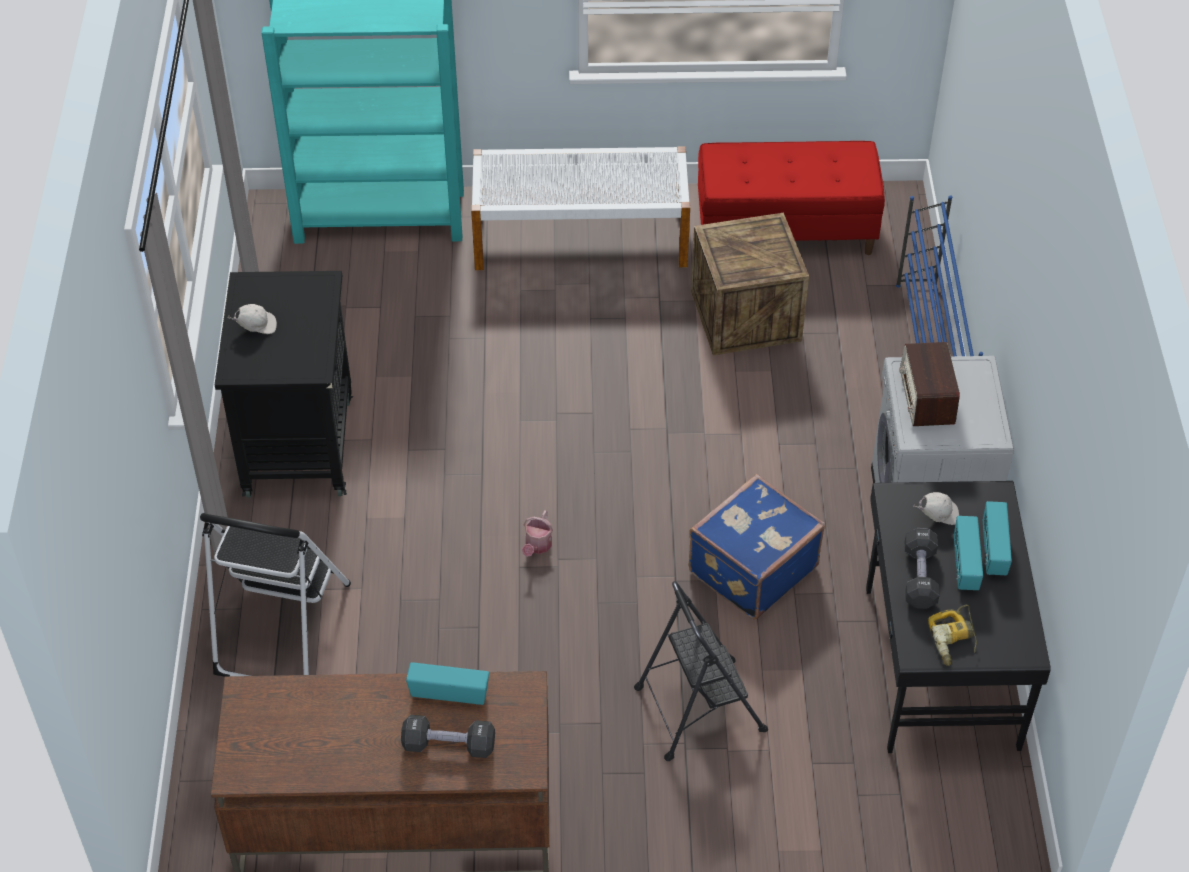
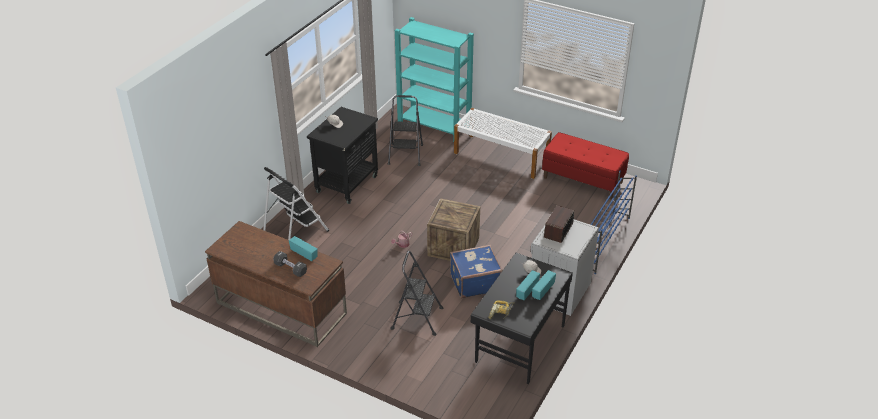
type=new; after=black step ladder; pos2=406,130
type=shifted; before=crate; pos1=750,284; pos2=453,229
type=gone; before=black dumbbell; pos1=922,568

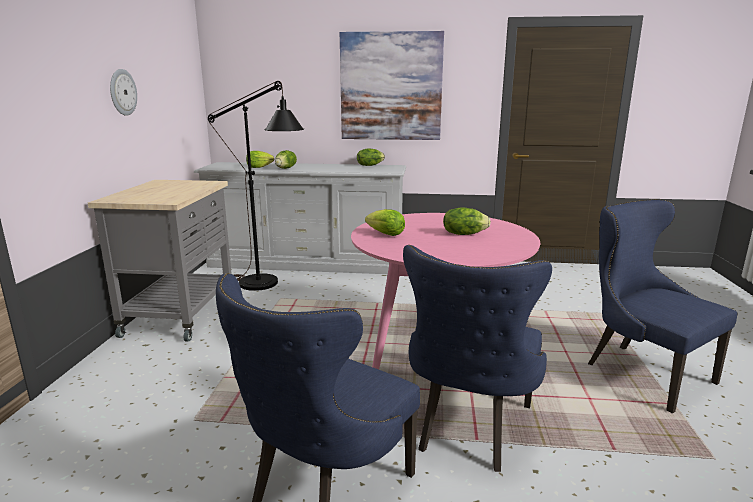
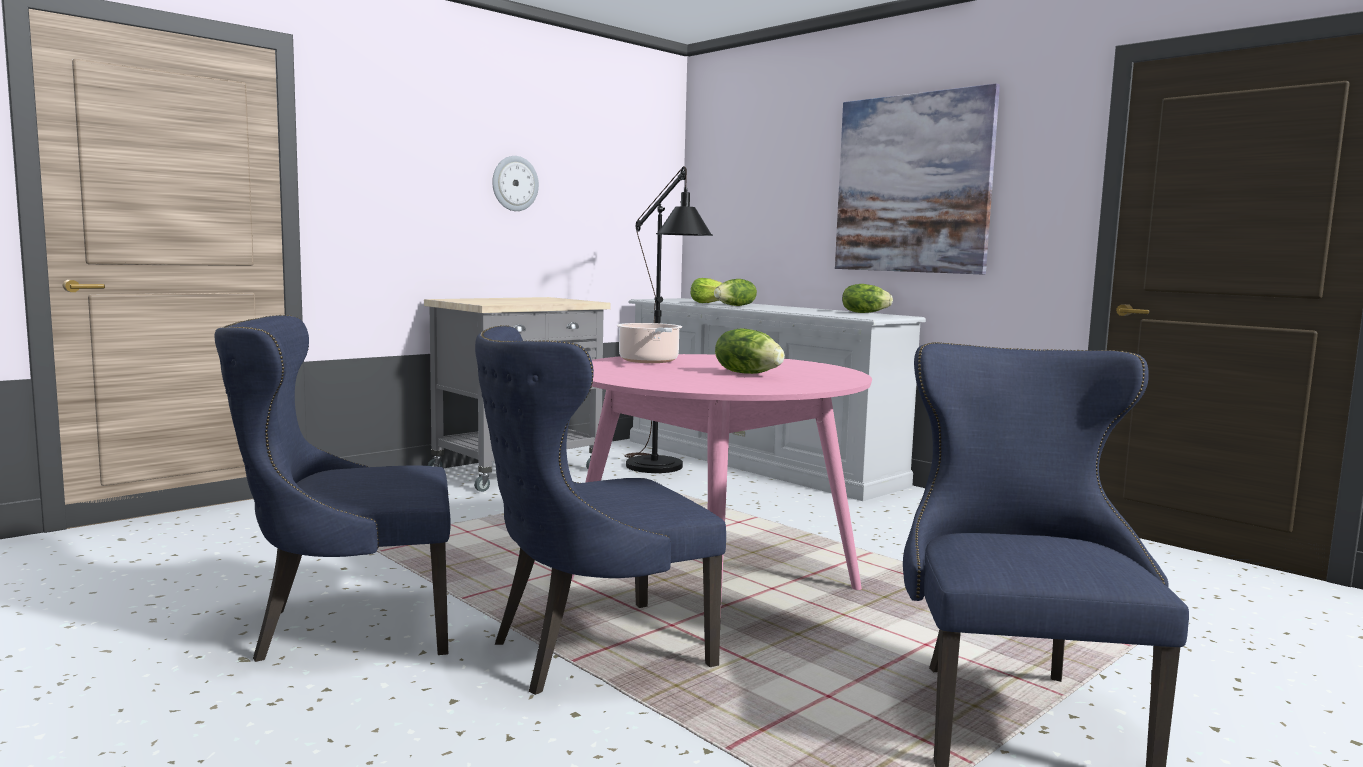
type=swapped; before=lettuce; after=cooking pot; pos1=385,222; pos2=649,343

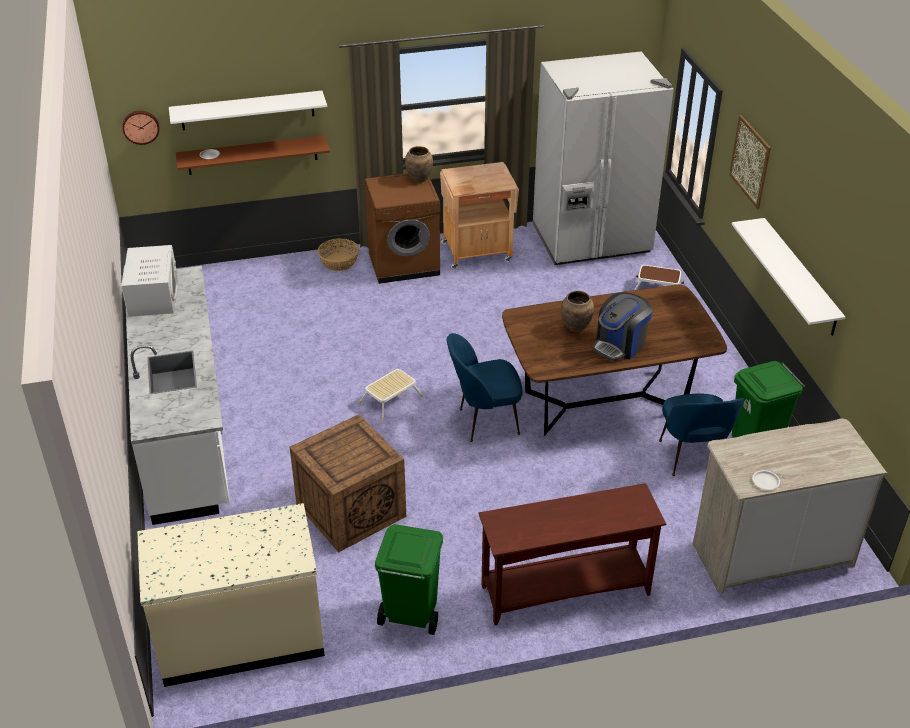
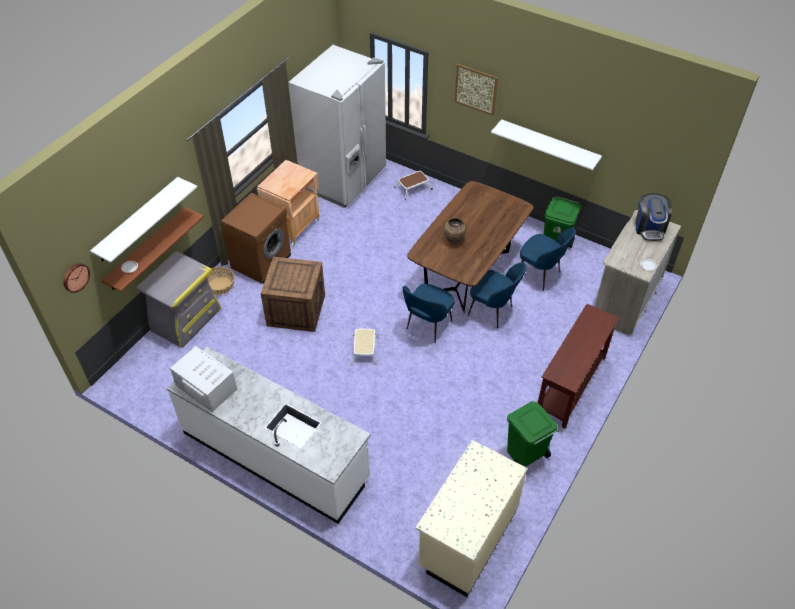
type=new; after=grey nightstand; pos2=178,299
type=shifted; before=crate; pos1=348,483; pos2=293,294
type=new; after=blue chair; pos2=497,295
type=shifted; before=coffee machine; pos1=623,326; pos2=653,217
type=gone; before=brown vase; pos1=419,164

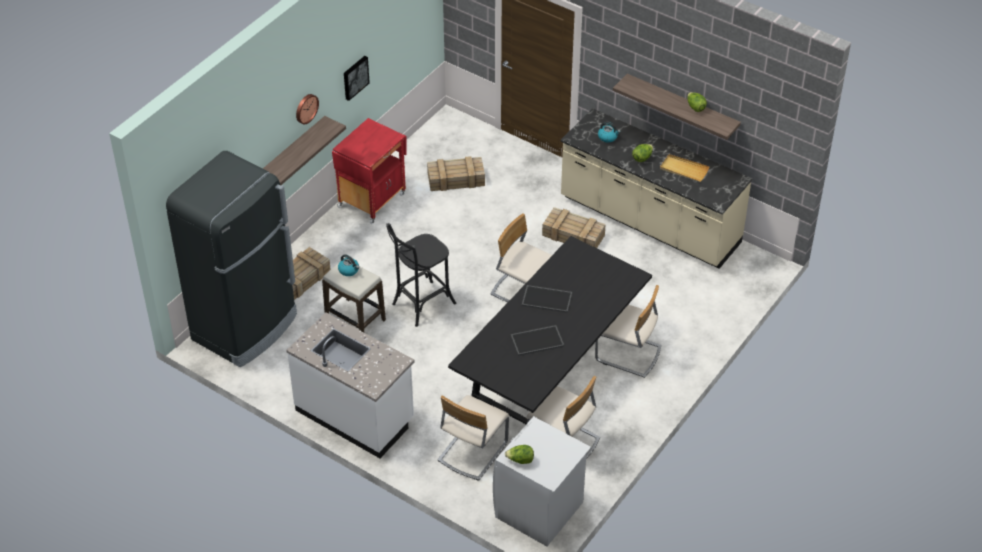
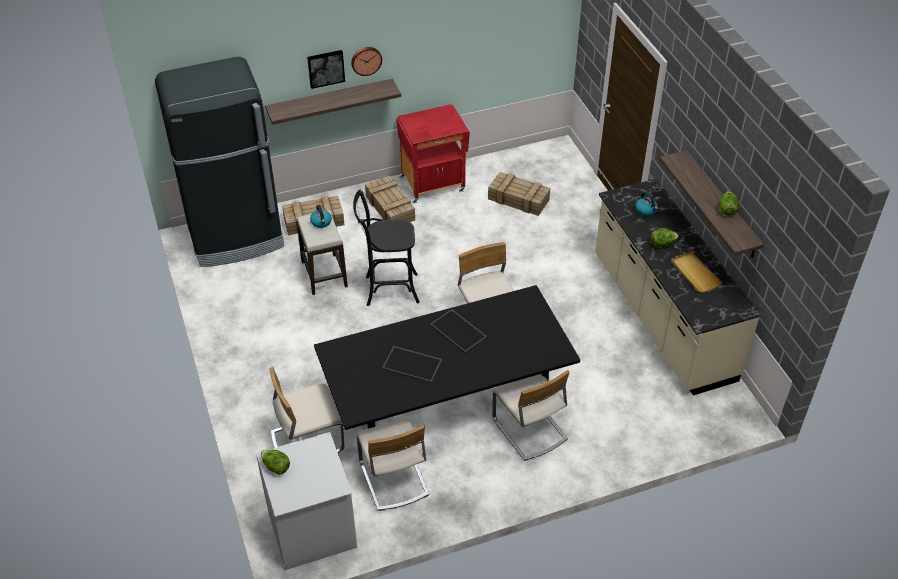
type=shifted; before=picture; pos1=357,78; pos2=326,69
type=shifted; before=crate; pos1=574,227; pos2=390,199
type=gone; before=white counter; pos1=350,385

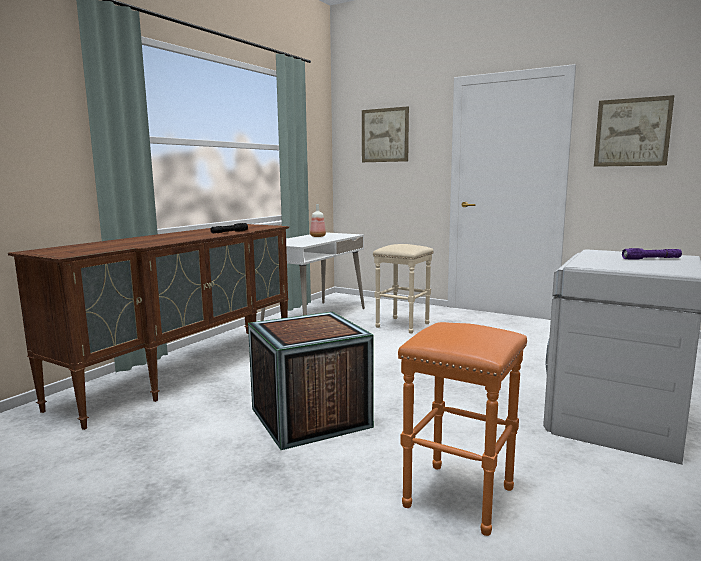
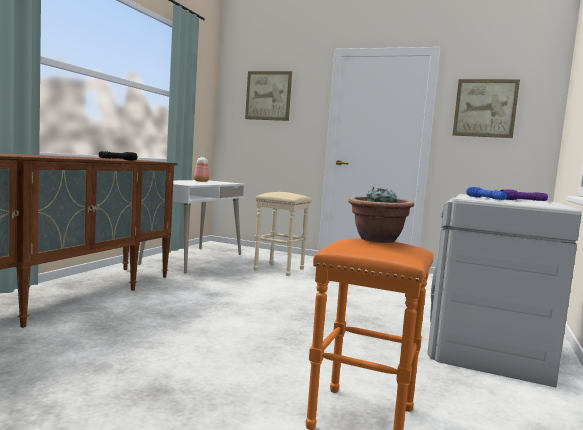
type=new; after=potted plant; pos2=381,215
type=new; after=blue flashlight; pos2=486,193
type=gone; before=crate; pos1=311,381

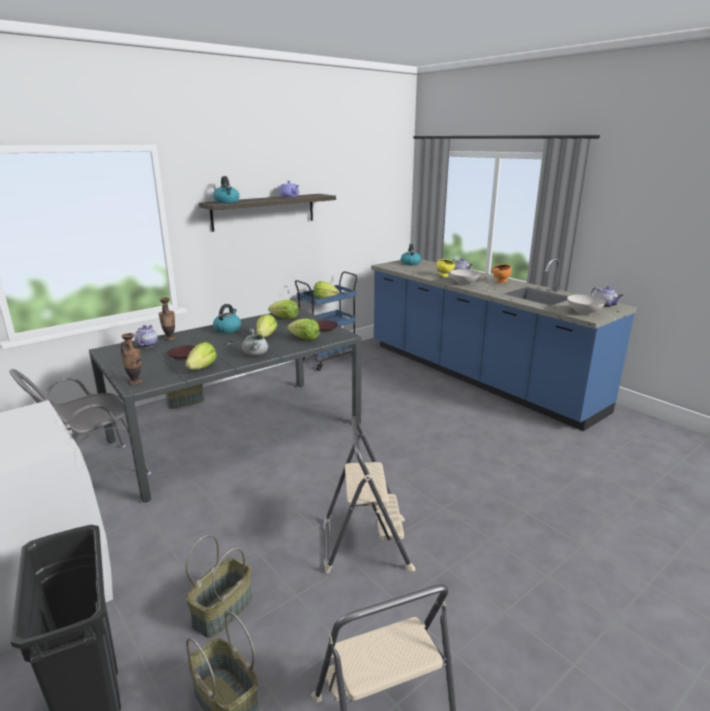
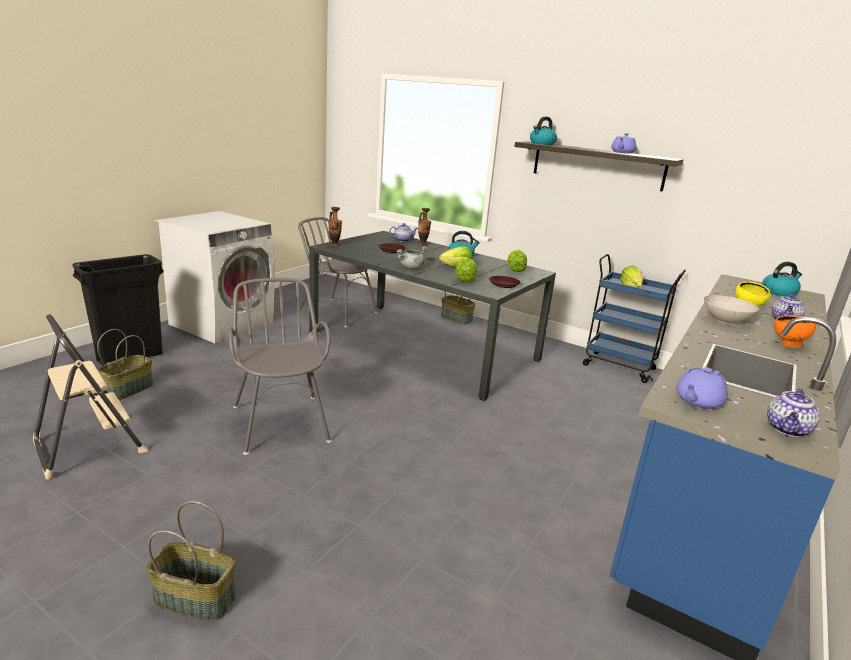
type=shifted; before=basket; pos1=219,586; pos2=191,561
type=swapped; before=beige step ladder; after=grey chair; pos1=370,495; pos2=280,366
type=swapped; before=white bowl; after=purple teapot; pos1=586,304; pos2=702,388
type=gone; before=lettuce; pos1=201,356

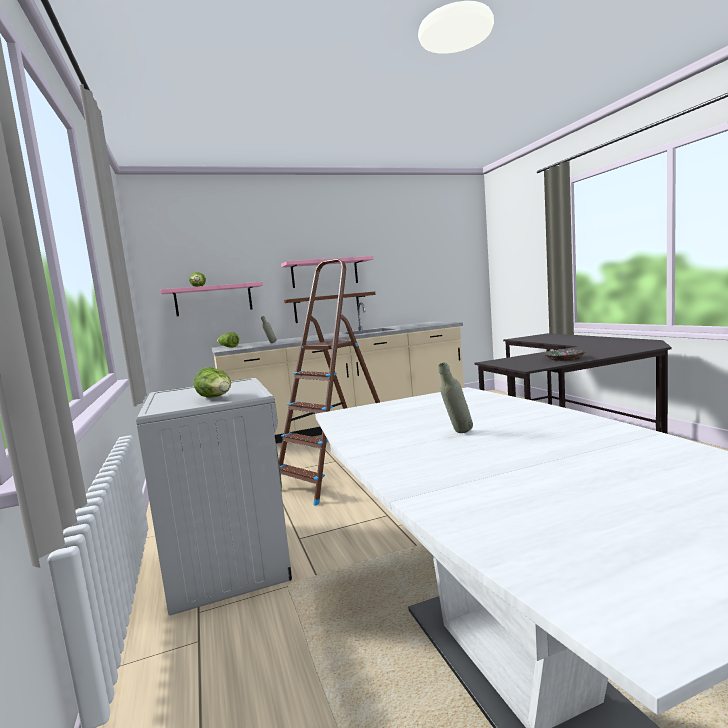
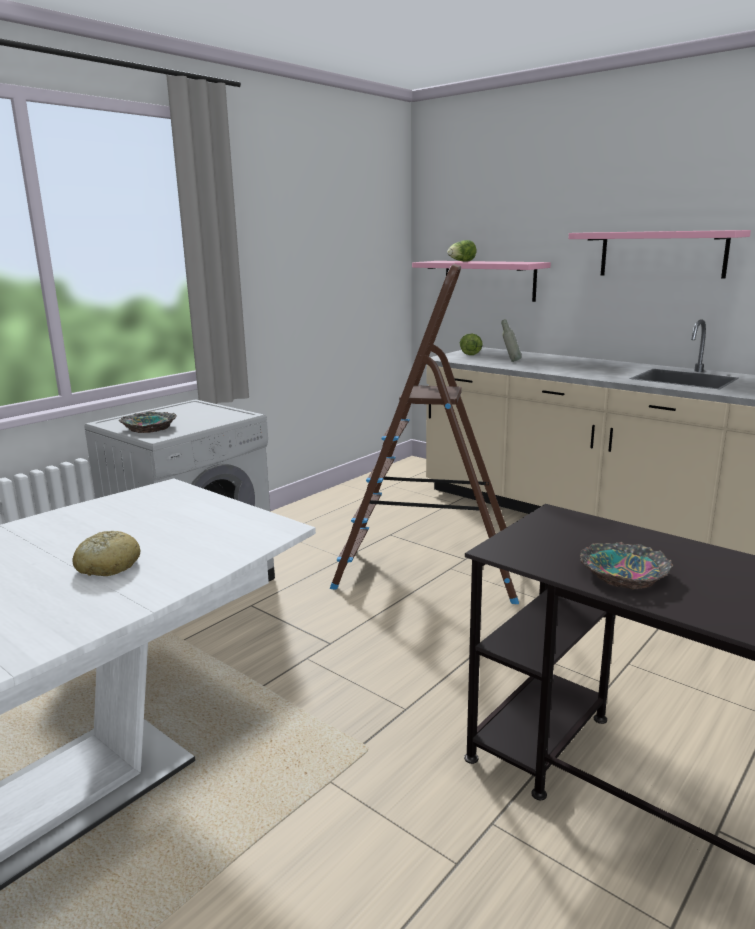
type=new; after=bread; pos2=106,553
type=swapped; before=lettuce; after=bowl; pos1=212,382; pos2=148,422
type=gone; before=brown shelf; pos1=330,307
type=gone; before=grey bottle; pos1=455,397

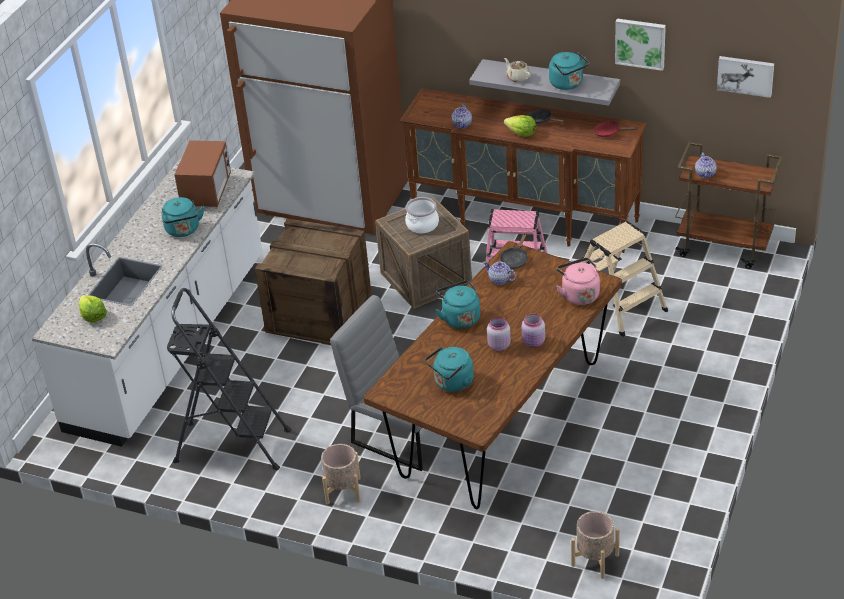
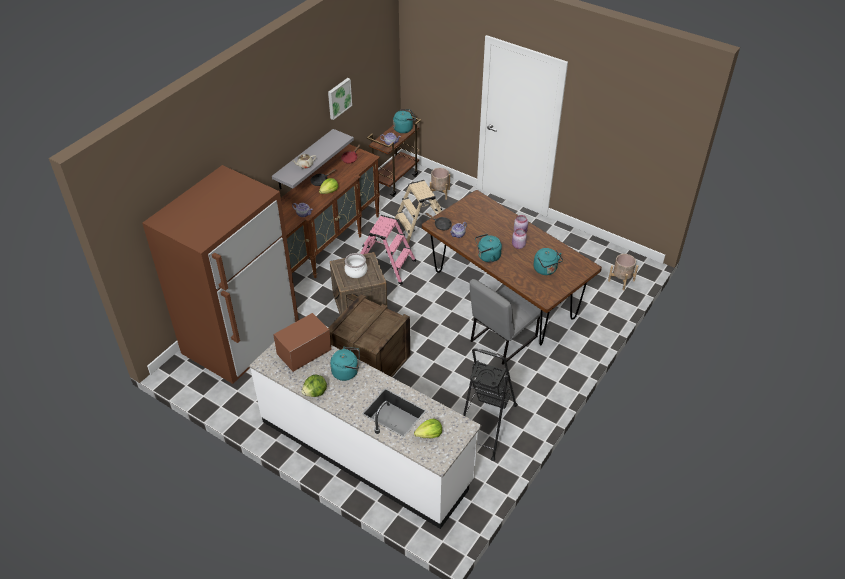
type=rotated; before=microwave; pos1=202,173; pos2=302,342; turn=-60
type=new; after=lettuce; pos2=314,386
type=shifted; before=turquoise kettle; pos1=569,71; pos2=404,121
type=shifted; before=beige planter; pos1=341,474; pos2=440,184
type=gone; before=pink kettle; pos1=578,281
type=gone; before=picture; pos1=745,77

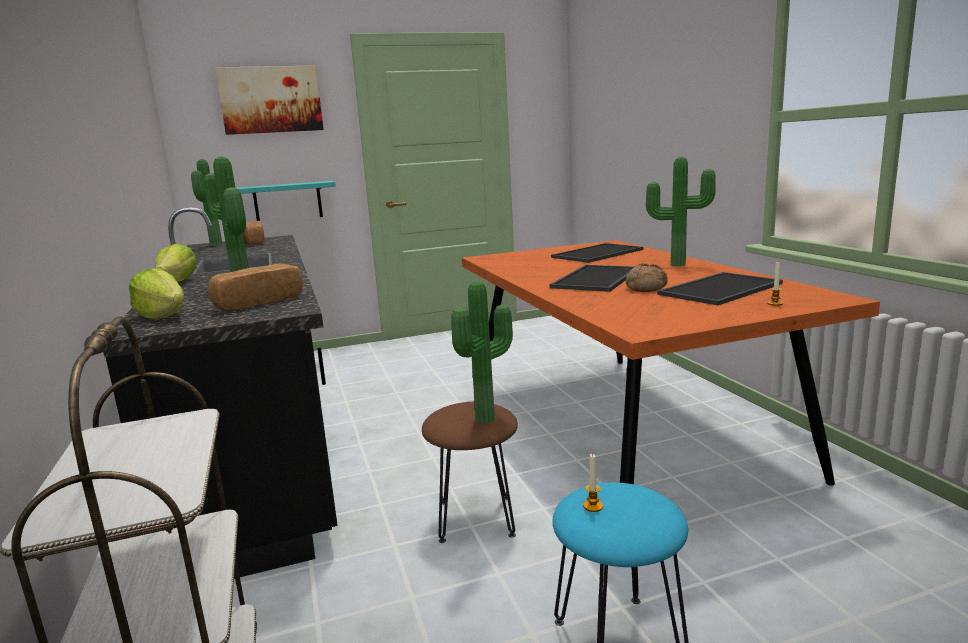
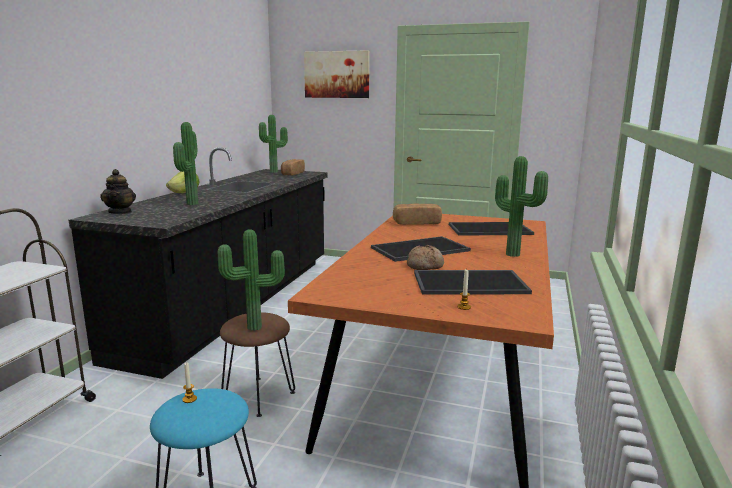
type=swapped; before=lettuce; after=teapot; pos1=156,293; pos2=118,191
type=shifted; before=bread; pos1=255,287; pos2=417,214
type=gone; before=turquoise shelf; pos1=286,201

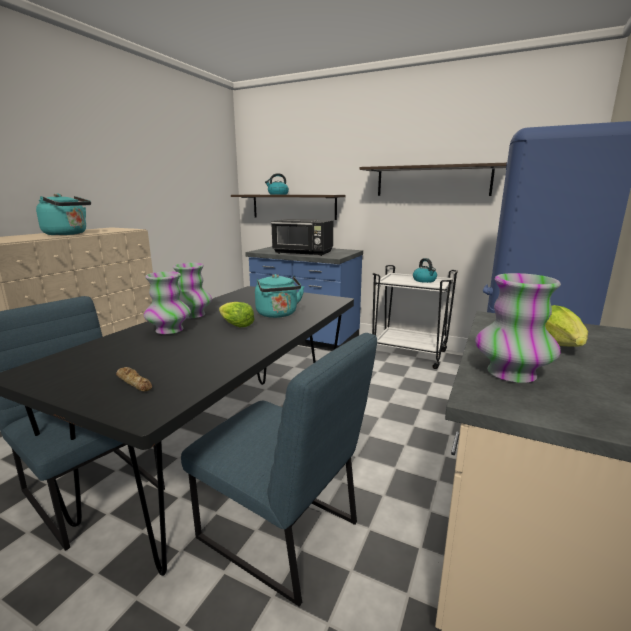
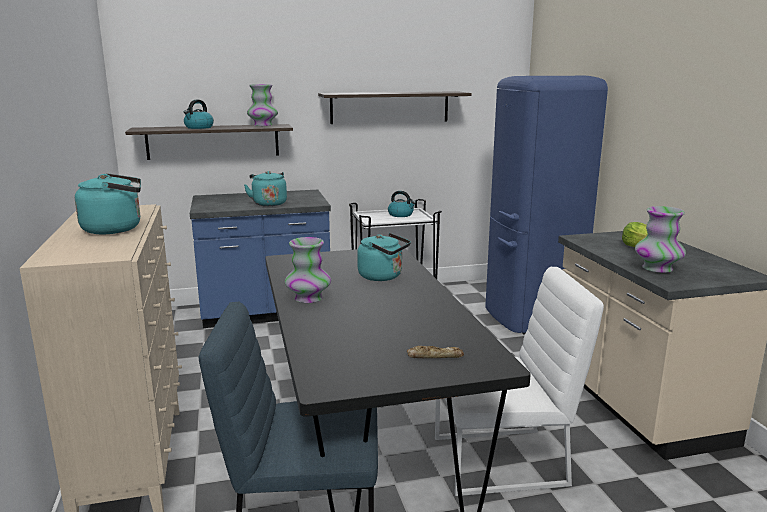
type=swapped; before=black microwave; after=turquoise kettle; pos1=302,237; pos2=265,188
type=shifted; before=vase; pos1=167,302; pos2=262,105
type=repainted; before=blue chair; after=white chair; pos1=279,470; pos2=519,381
type=gone; before=lettuce; pos1=237,314

